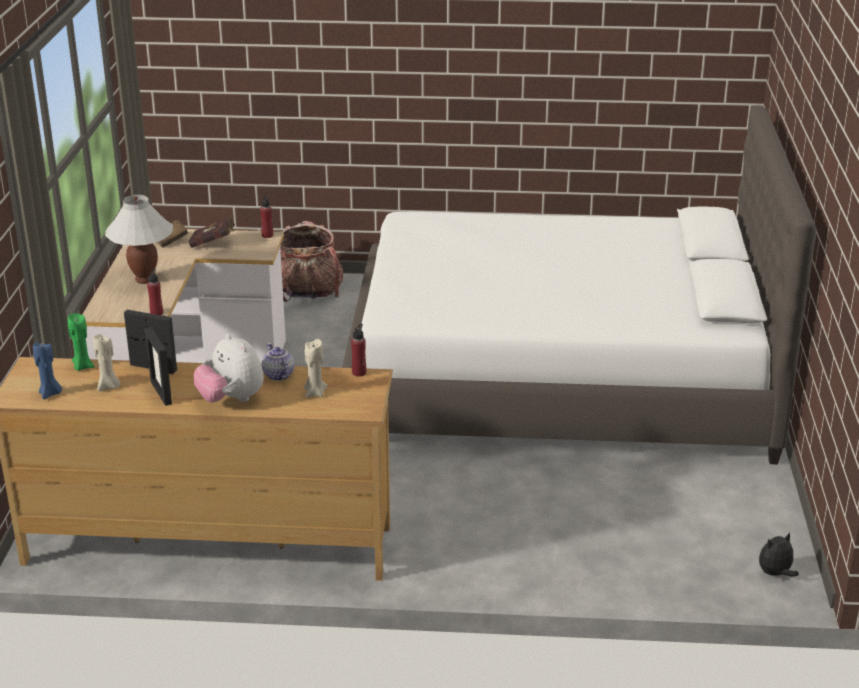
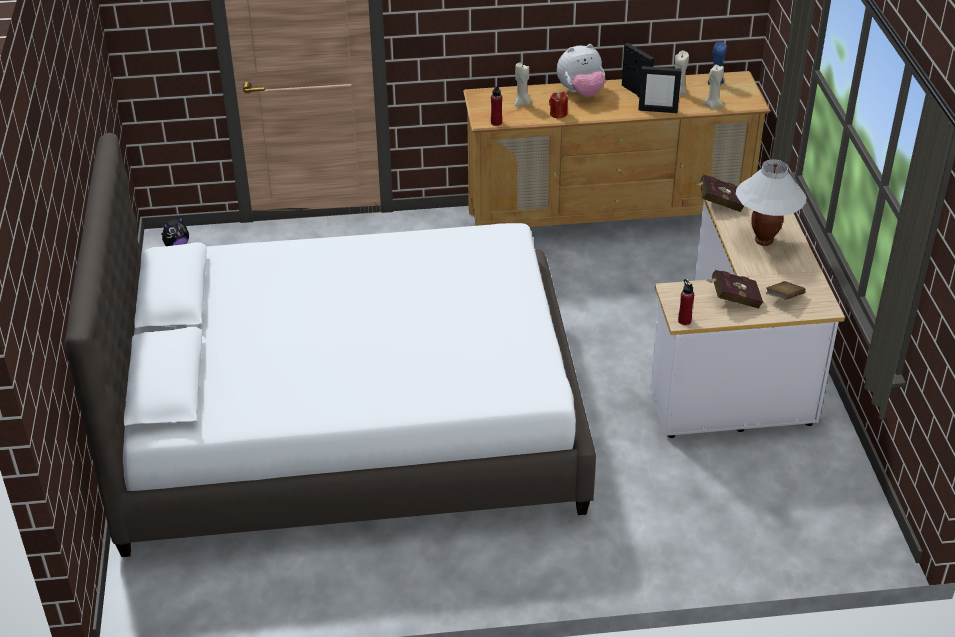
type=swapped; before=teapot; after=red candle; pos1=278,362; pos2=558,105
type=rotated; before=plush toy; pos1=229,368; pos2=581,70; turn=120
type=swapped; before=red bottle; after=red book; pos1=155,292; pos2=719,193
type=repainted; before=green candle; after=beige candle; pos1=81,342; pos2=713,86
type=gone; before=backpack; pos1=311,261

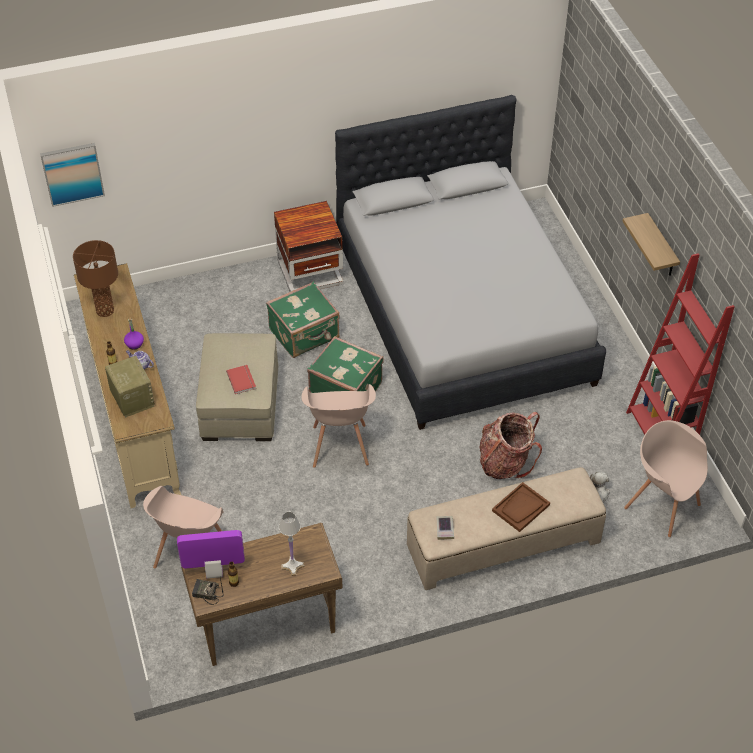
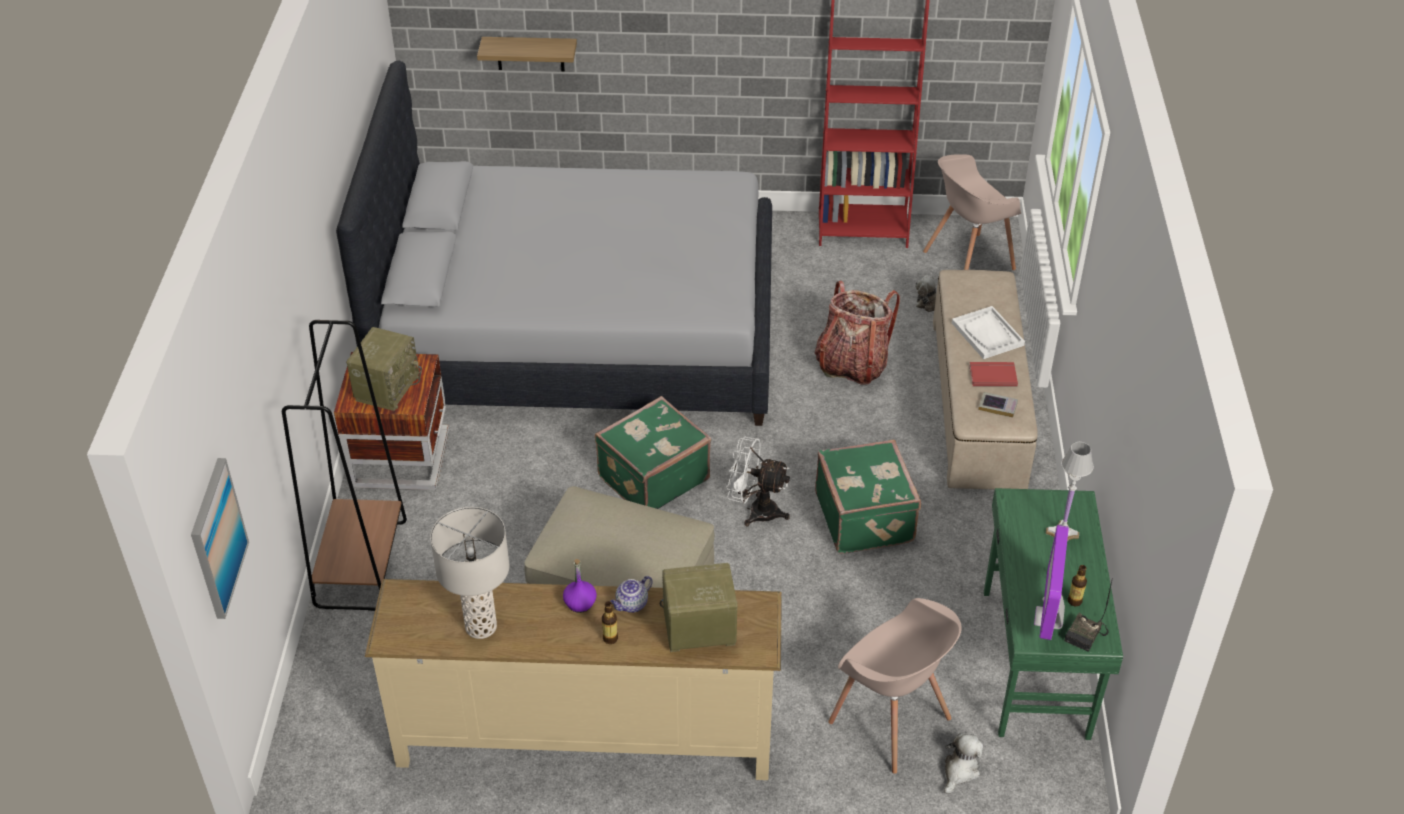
type=new; after=clothes rack; pos2=344,465
type=new; after=radio; pos2=384,369
type=repainted; before=brown table lamp; after=white table lamp; pos1=95,278; pos2=469,573
type=shifted; before=shelf; pos1=651,244; pos2=527,54
type=swapped; before=beige chair; after=white fan; pos1=338,426; pos2=758,481
type=shifted; before=green suitcase; pos1=302,320; pos2=868,497
type=new; after=plush toy; pos2=963,763
type=repainted; before=brown tray; after=white tray; pos1=521,507; pos2=988,332
type=shifted; before=red book; pos1=241,379; pos2=993,374
type=repainted; before=brown console table; after=green console table; pos1=261,594; pos2=1053,614

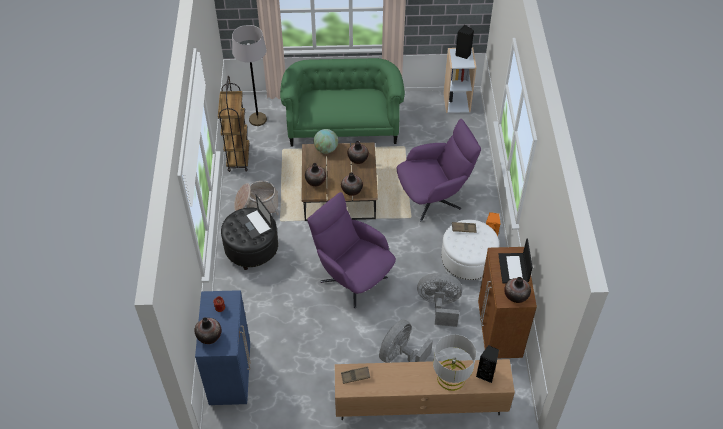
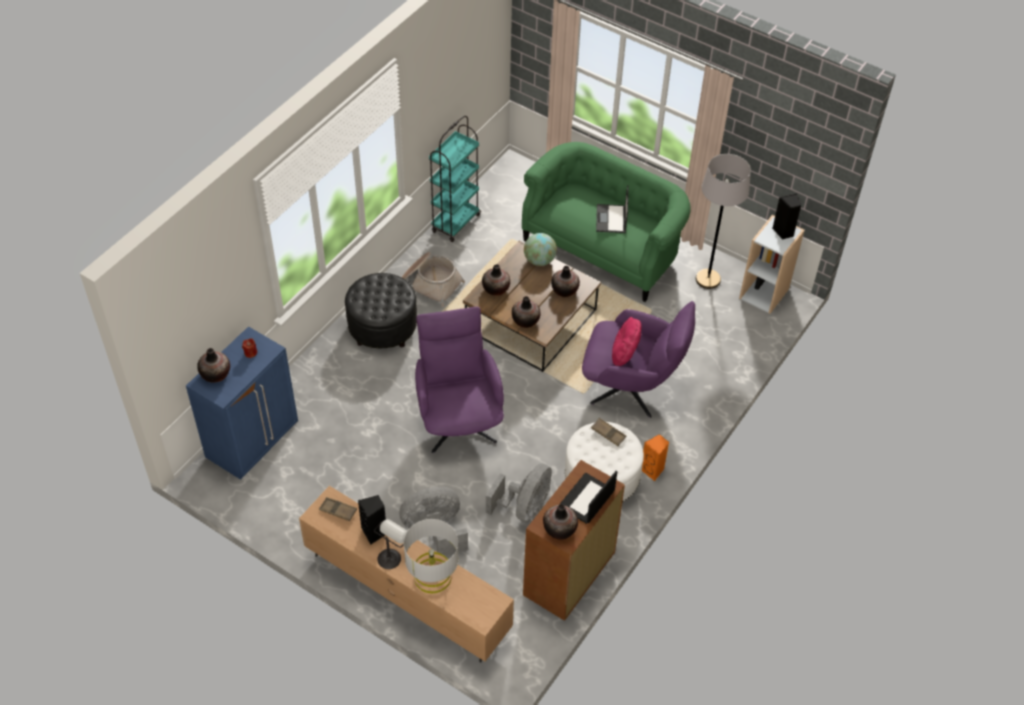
type=shifted; before=black speaker; pos1=487,364; pos2=372,520
type=new; after=table lamp; pos2=390,544
type=repainted; before=brown cart; after=turquoise cart; pos1=233,124; pos2=455,179
type=rotated; before=grey fan; pos1=439,300; pos2=519,493; turn=75
type=shifted; before=laptop; pos1=255,217; pos2=612,209
type=new; after=pink pillow; pos2=627,341
type=shifted; before=grey floor lamp; pos1=249,75; pos2=723,221

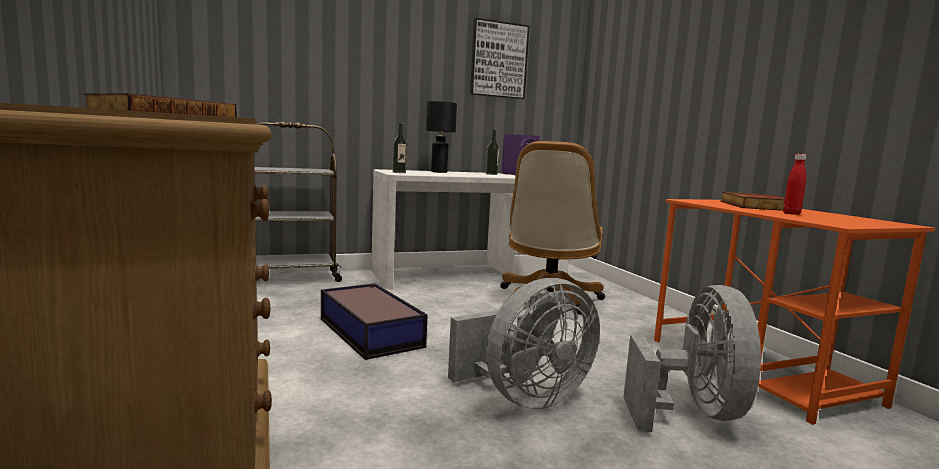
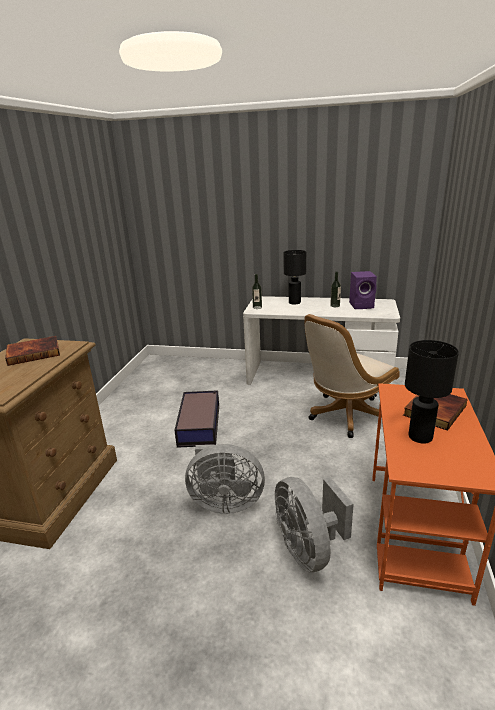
type=rotated; before=grey fan; pos1=692,358; pos2=314,524; turn=120
type=swapped; before=red bottle; after=black table lamp; pos1=794,184; pos2=432,391
type=gone; before=grey cart; pos1=298,202
type=gone; before=picture; pos1=499,58

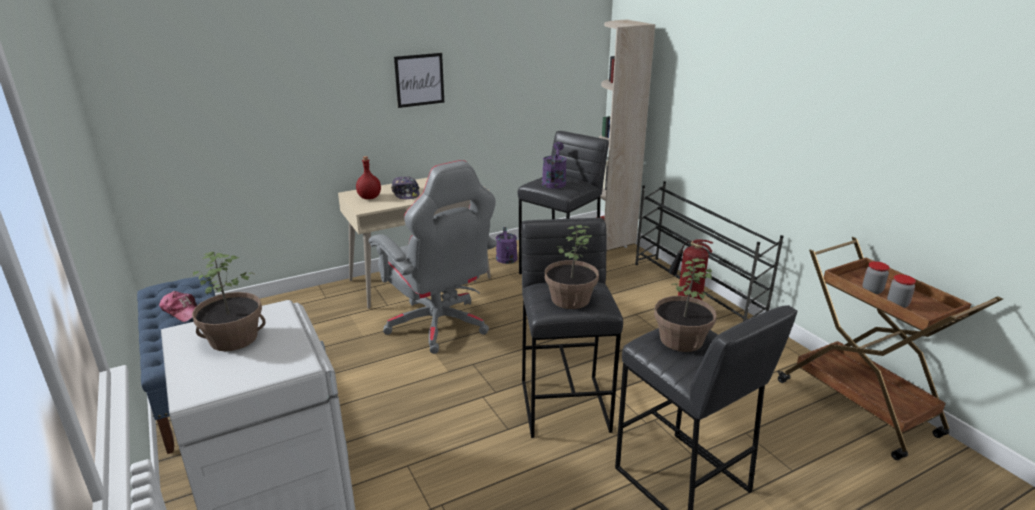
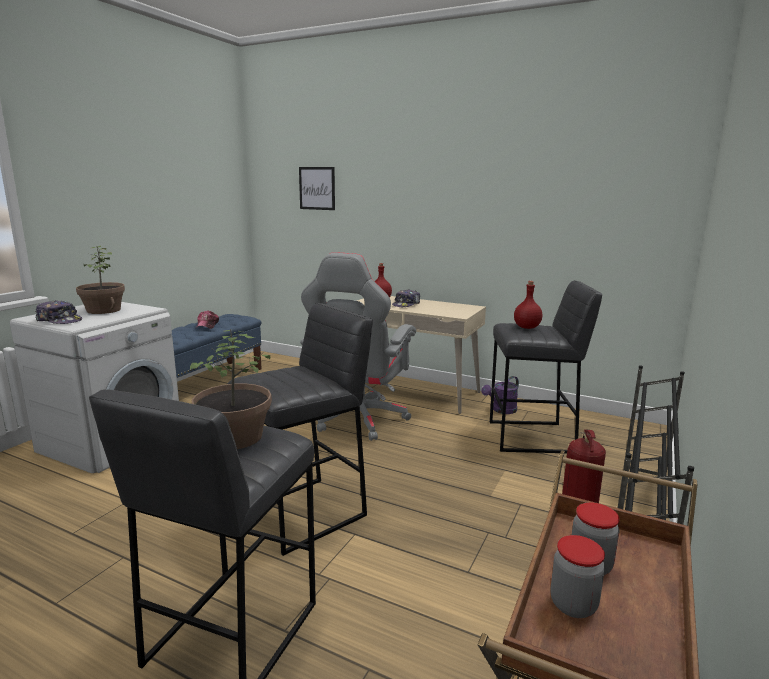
type=new; after=cap; pos2=58,312
type=shifted; before=picture; pos1=419,80; pos2=317,188
type=swapped; before=purple watering can; after=red bottle; pos1=554,165; pos2=528,305
type=gone; before=potted plant; pos1=572,267
type=gone; before=beige bookcase; pos1=625,136

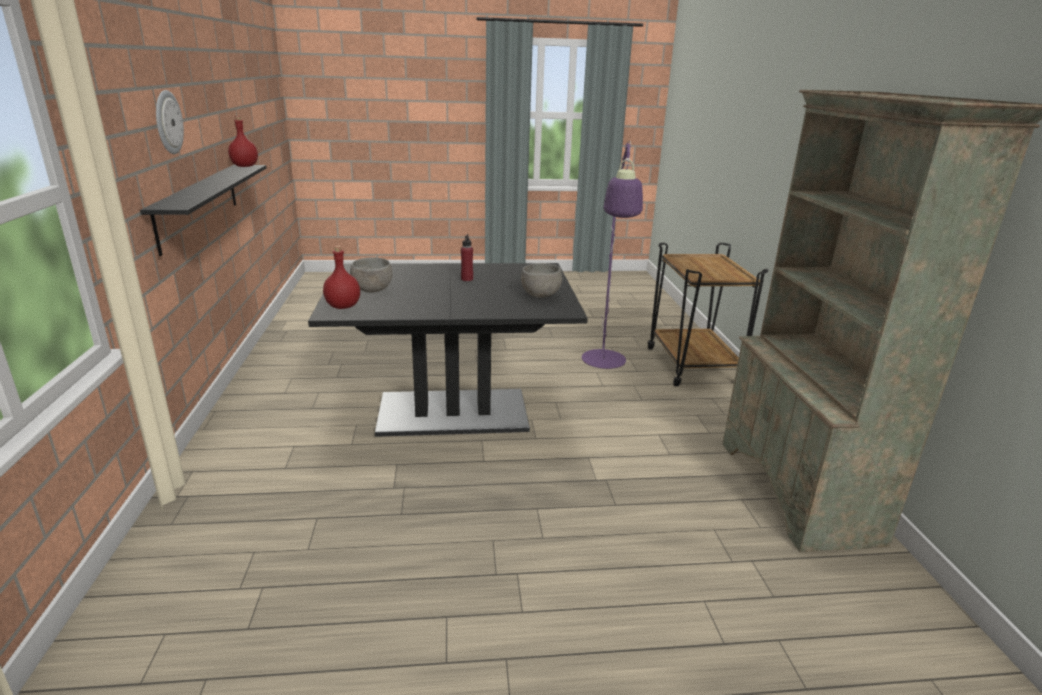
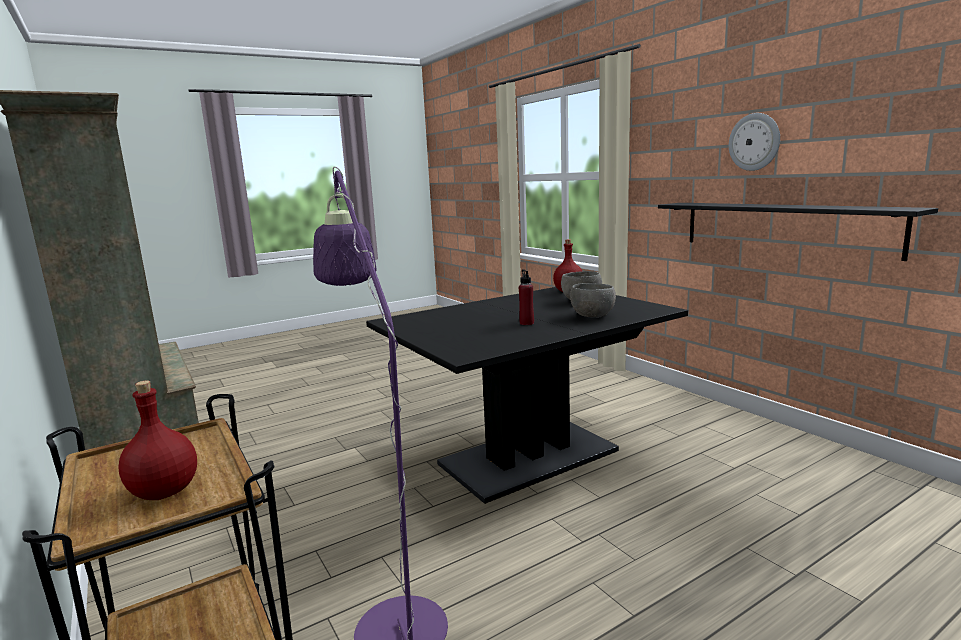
type=shifted; before=red bottle; pos1=243,141; pos2=157,440
type=shifted; before=grey bowl; pos1=541,280; pos2=593,300

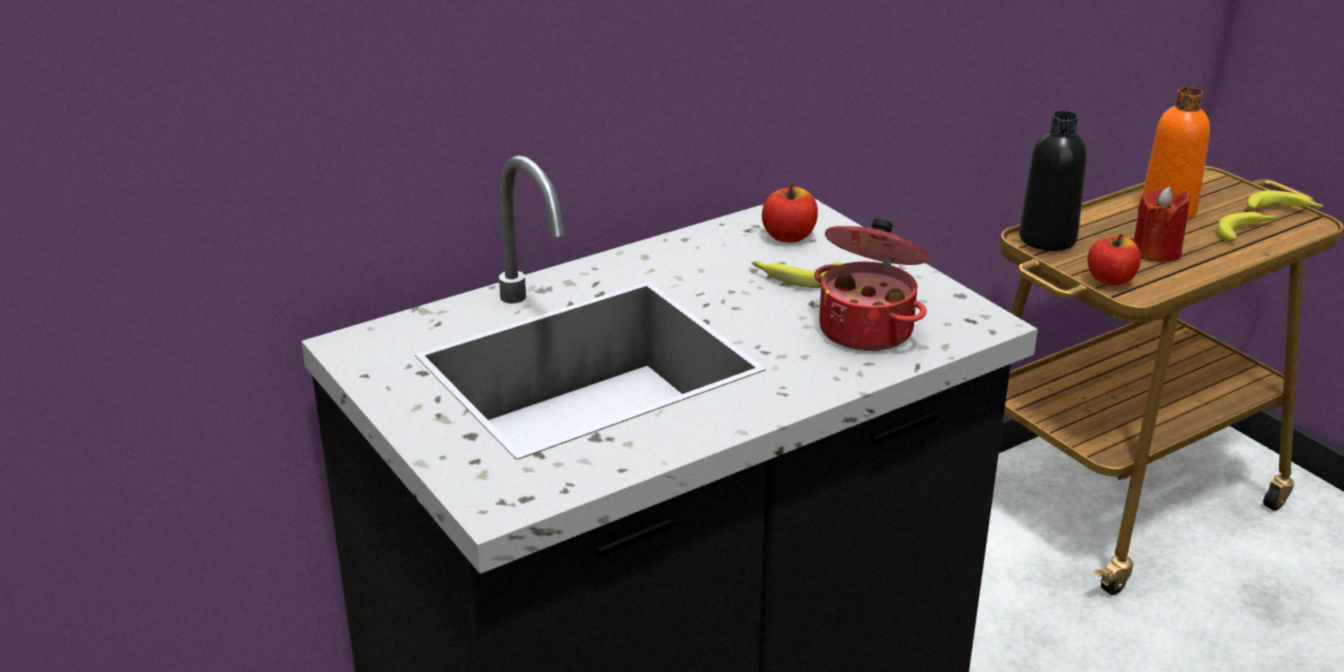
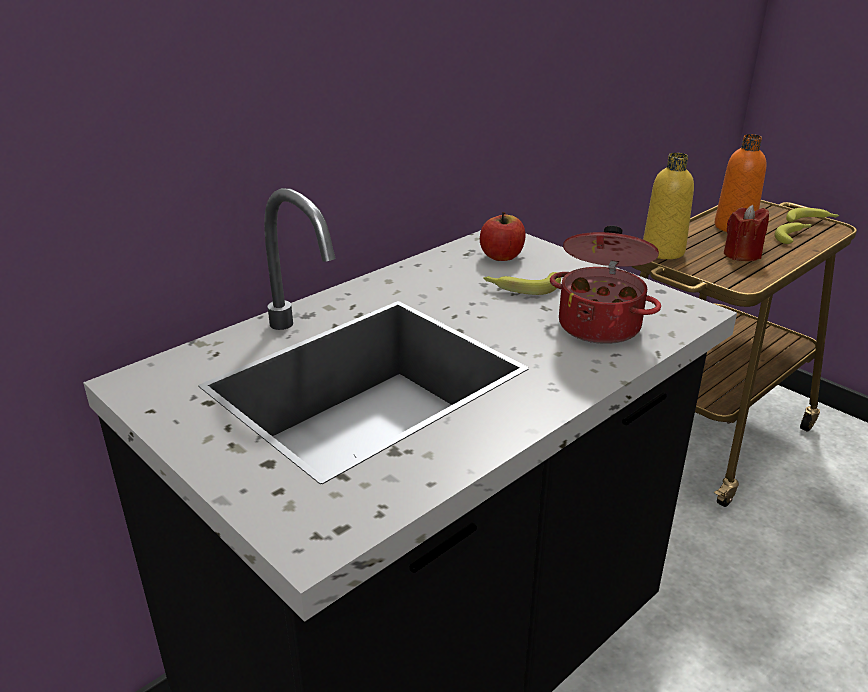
type=repainted; before=black bottle; after=yellow bottle; pos1=1053,181; pos2=668,206
type=gone; before=apple; pos1=1114,260

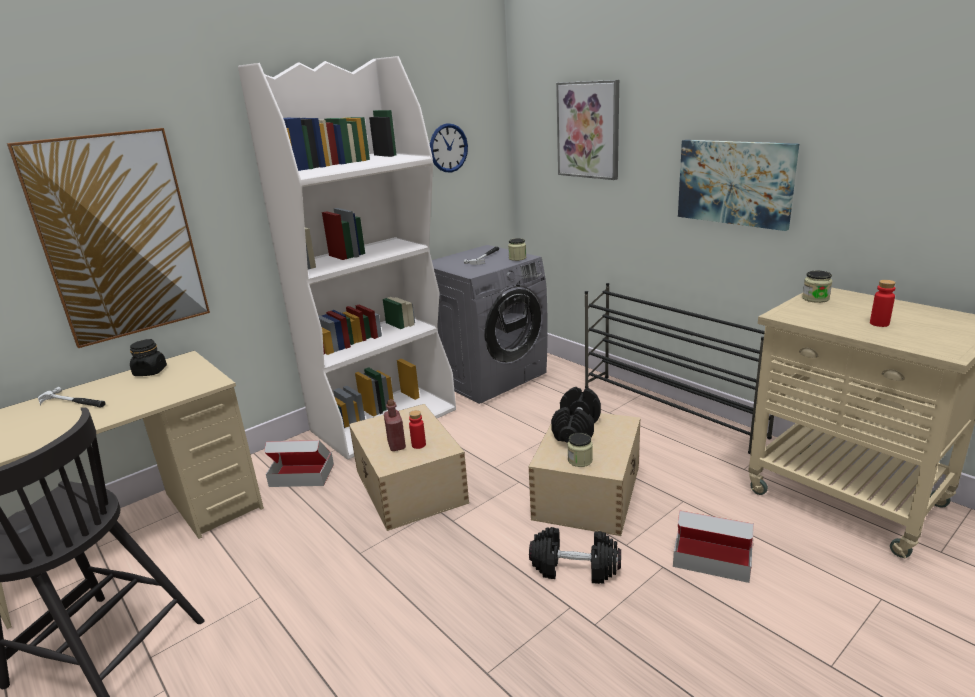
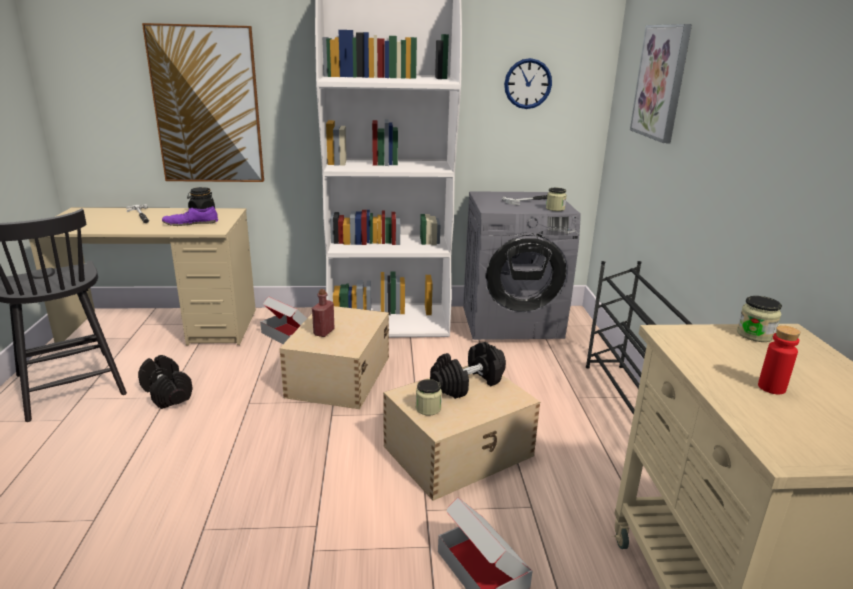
type=shifted; before=black dumbbell; pos1=575,555; pos2=165,382
type=new; after=purple shoe; pos2=190,216
type=gone; before=red bottle; pos1=417,429
type=gone; before=picture; pos1=738,185

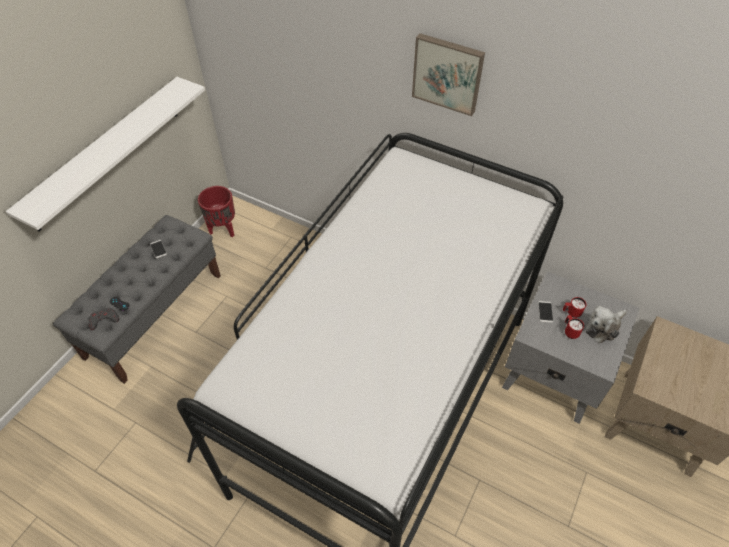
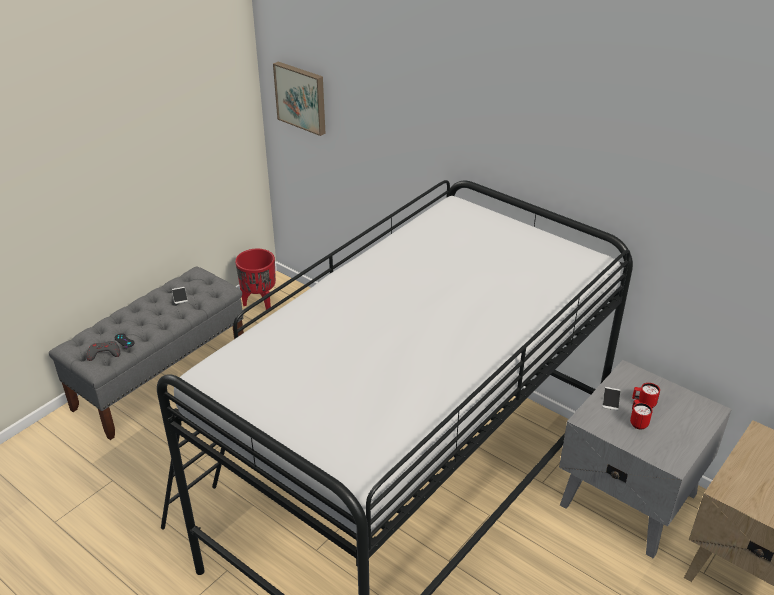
type=shifted; before=picture; pos1=448,74; pos2=299,99
type=gone; before=white shelf; pos1=105,154
type=gone; before=plush toy; pos1=606,324

